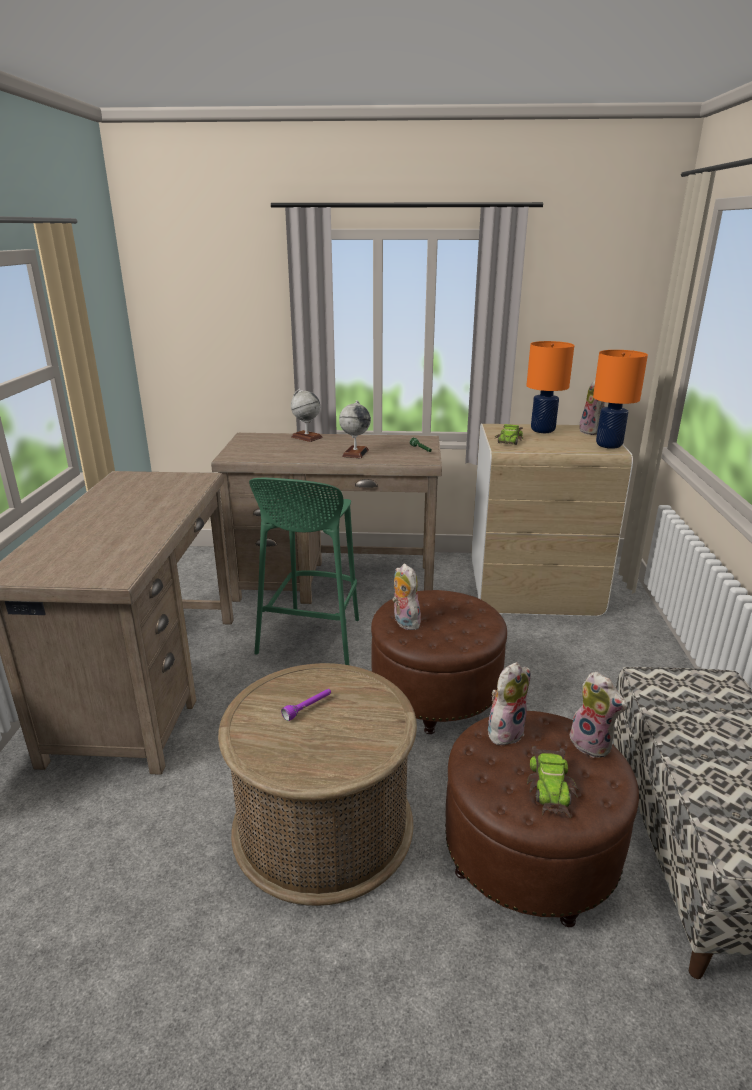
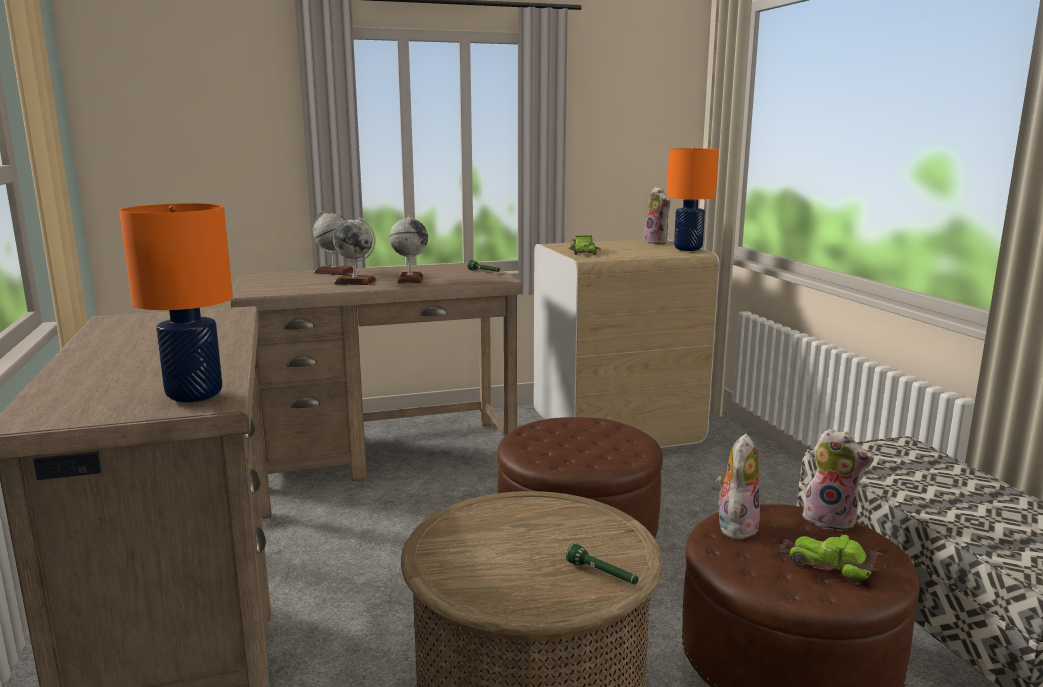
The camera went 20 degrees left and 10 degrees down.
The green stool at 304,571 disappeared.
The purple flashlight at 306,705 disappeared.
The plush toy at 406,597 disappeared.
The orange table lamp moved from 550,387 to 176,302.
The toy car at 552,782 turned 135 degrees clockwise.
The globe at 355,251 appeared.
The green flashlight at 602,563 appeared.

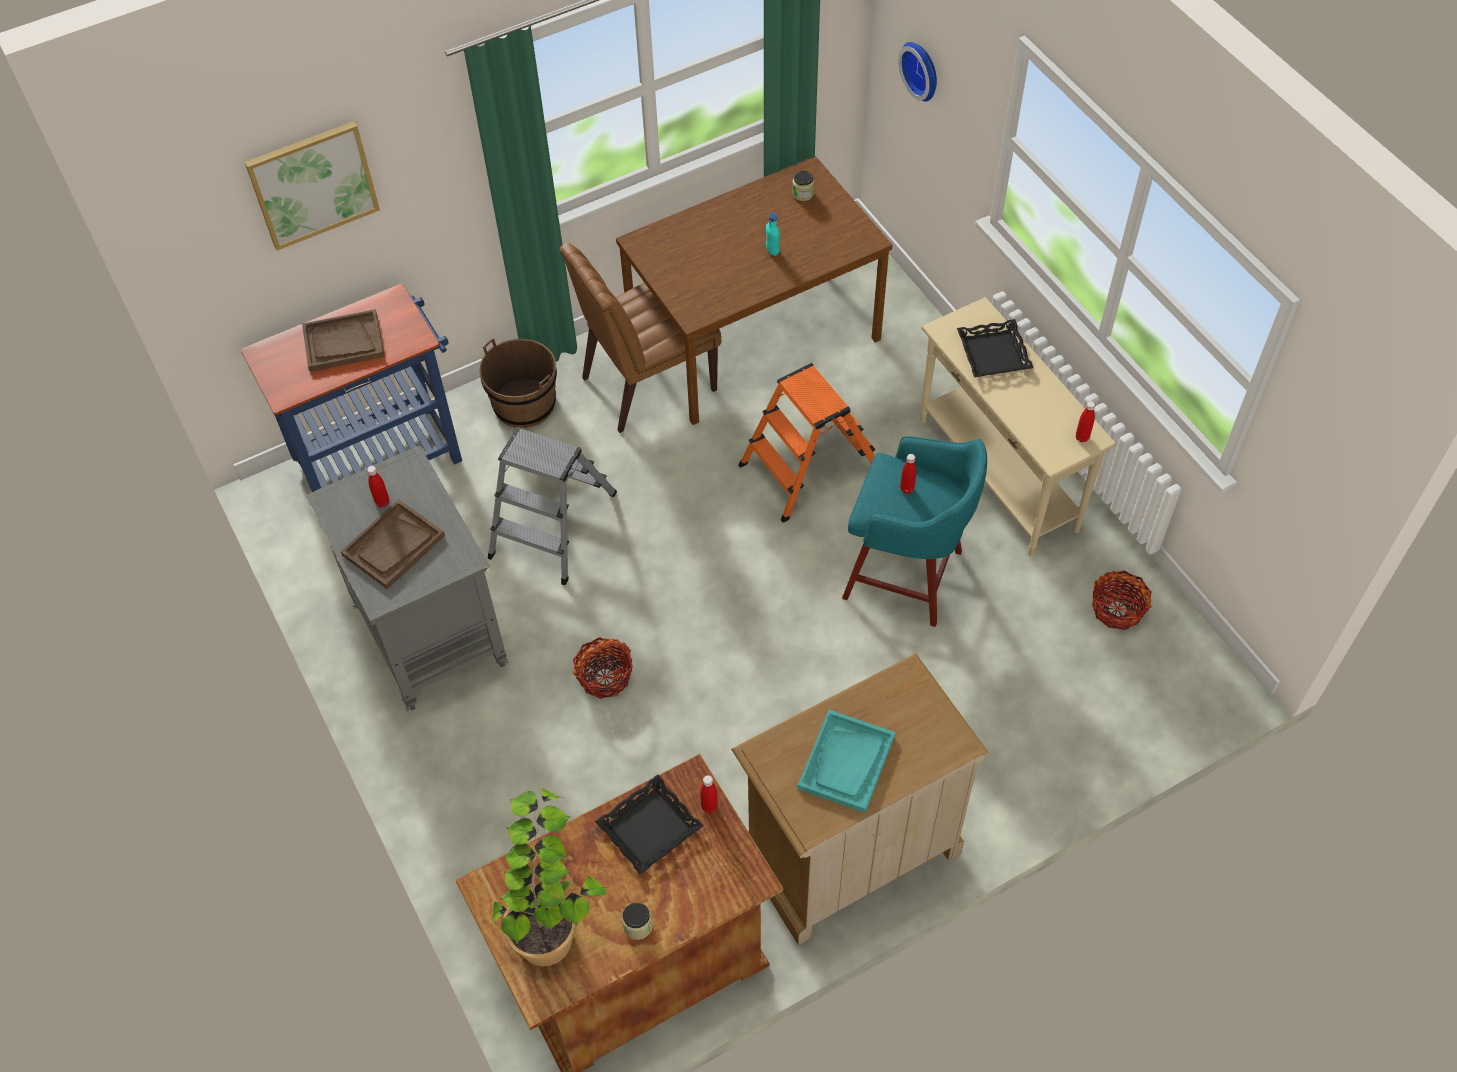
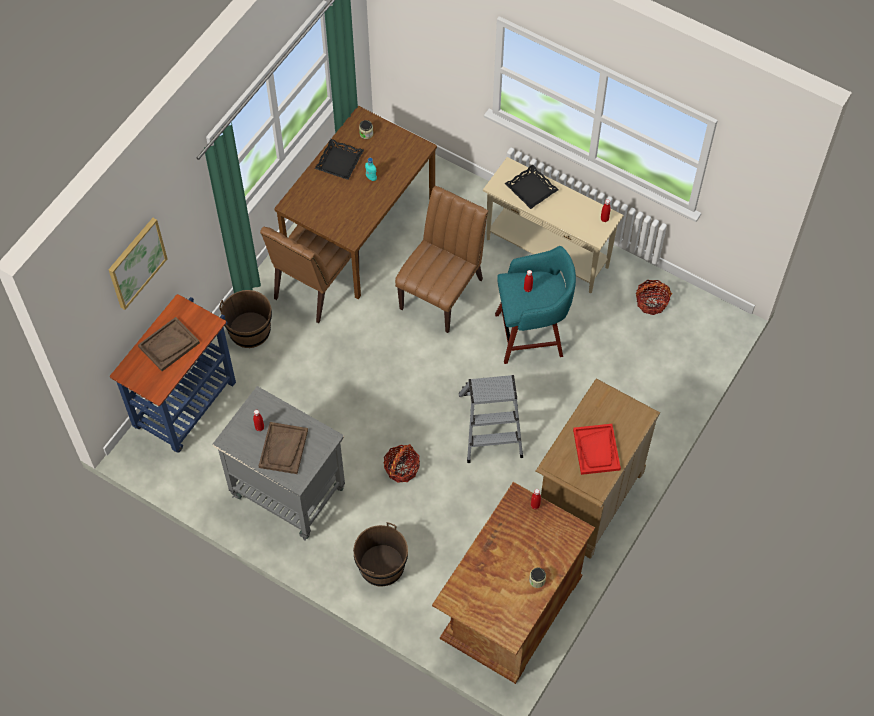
The camera went 30 degrees left and 5 degrees up.
The grey step ladder moved from 552,506 to 491,419.
The potted plant at 549,877 disappeared.
The black tray moved from 649,824 to 339,159.
The orange step ladder at 806,443 was replaced by the brown chair at 441,259.
The turquoise tray at 846,761 became the red tray at 597,449.
The wall clock at 917,72 disappeared.
The brown bucket at 380,554 appeared.

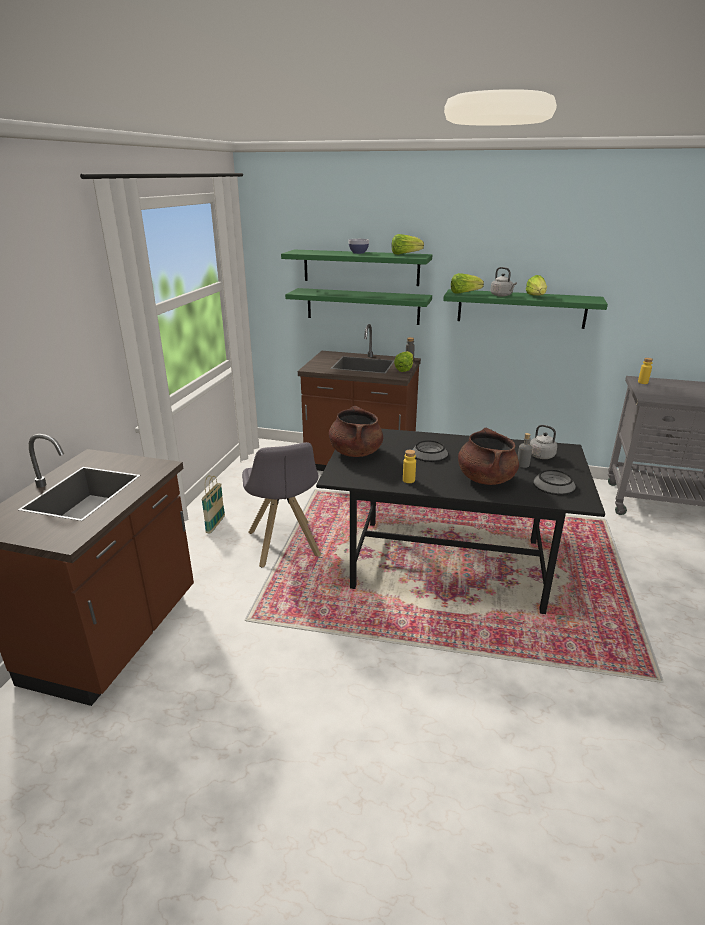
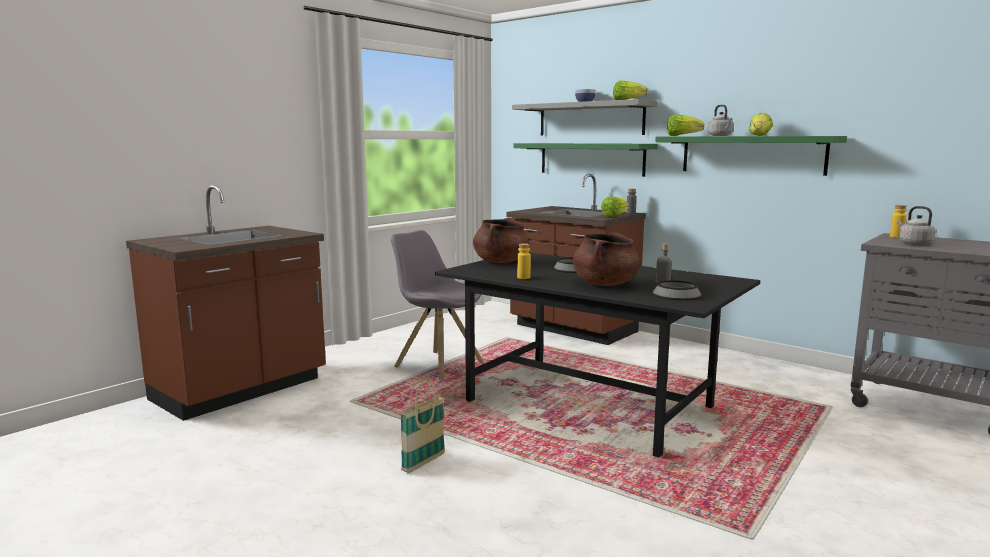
The camera went 25 degrees right and 15 degrees down.
The basket moved from 213,504 to 422,426.
The grey chair at 281,504 turned 120 degrees clockwise.
The green shelf at 356,268 became the grey shelf at 585,117.
The grey kettle moved from 543,442 to 916,225.

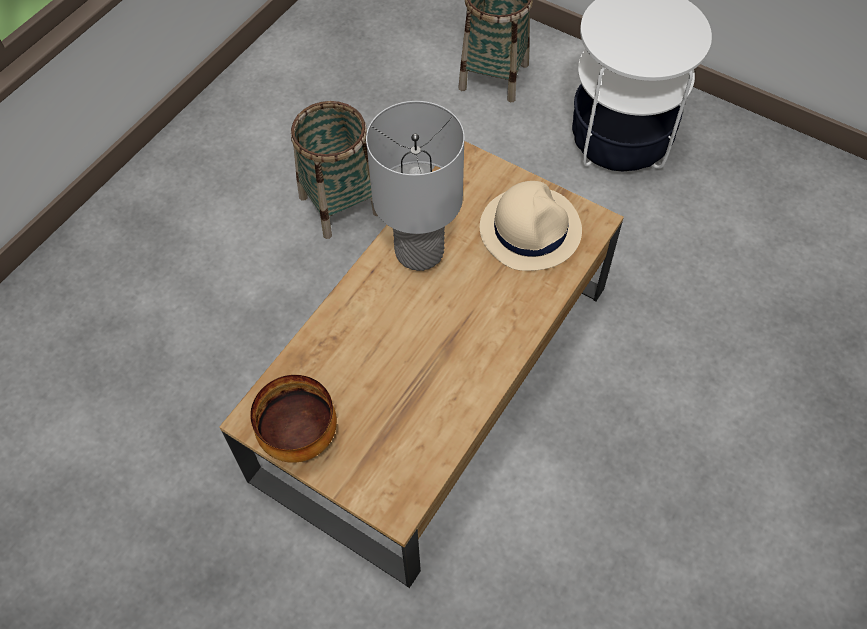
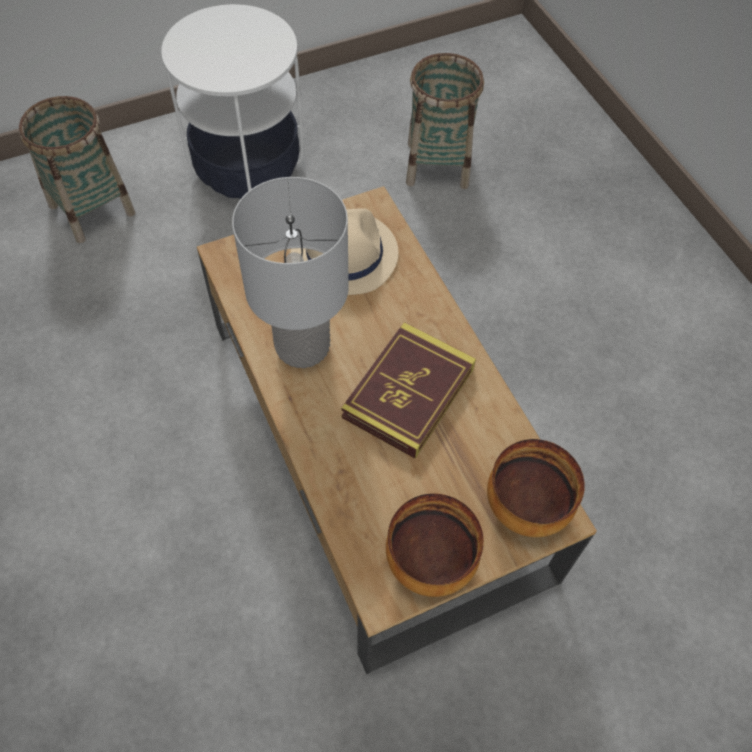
The camera went 60 degrees left and 0 degrees up.
The basket moved from 334,170 to 445,121.
The book at 408,390 appeared.
The bowl at 536,488 appeared.

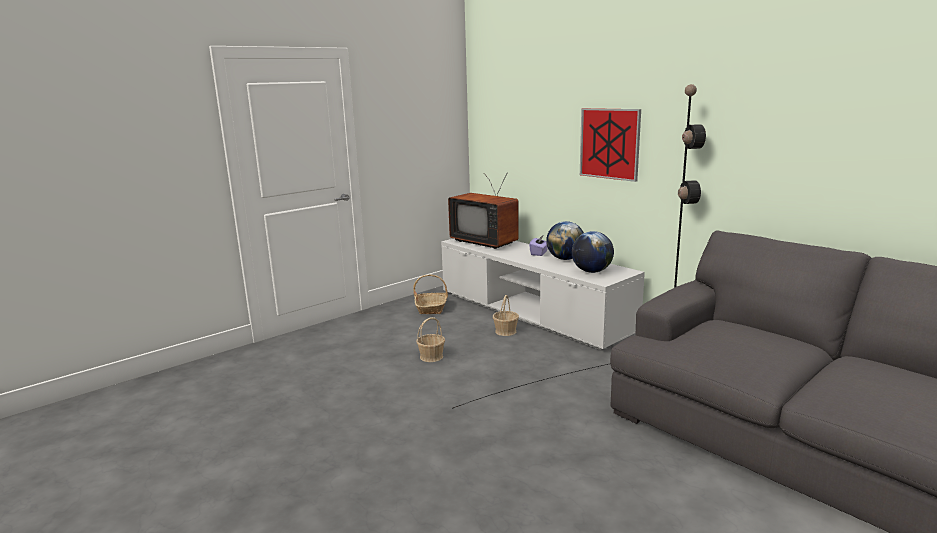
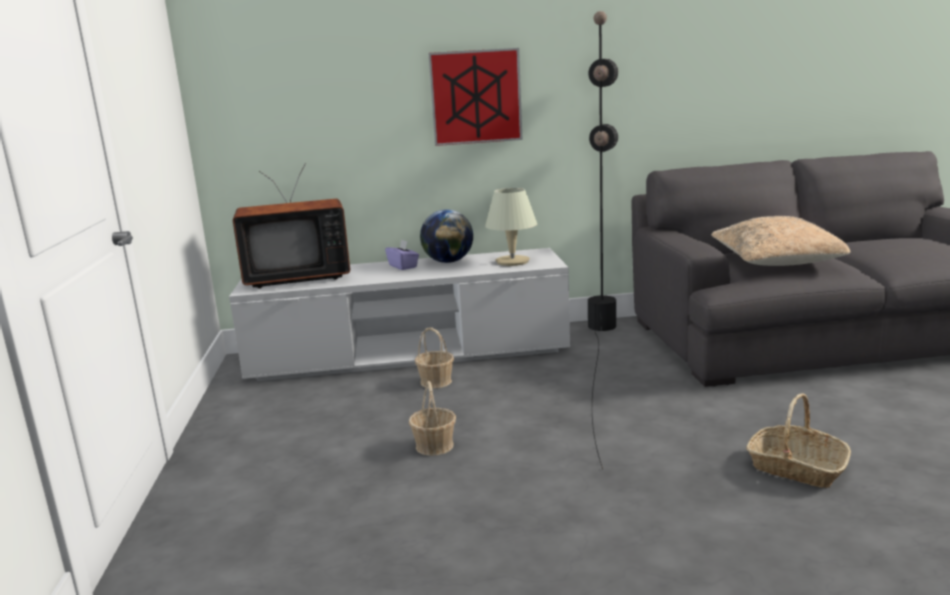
The camera went 55 degrees left and 0 degrees up.
The basket moved from 430,294 to 798,440.
The globe at 593,252 was replaced by the beige table lamp at 511,227.
The beige pillow at 781,241 appeared.

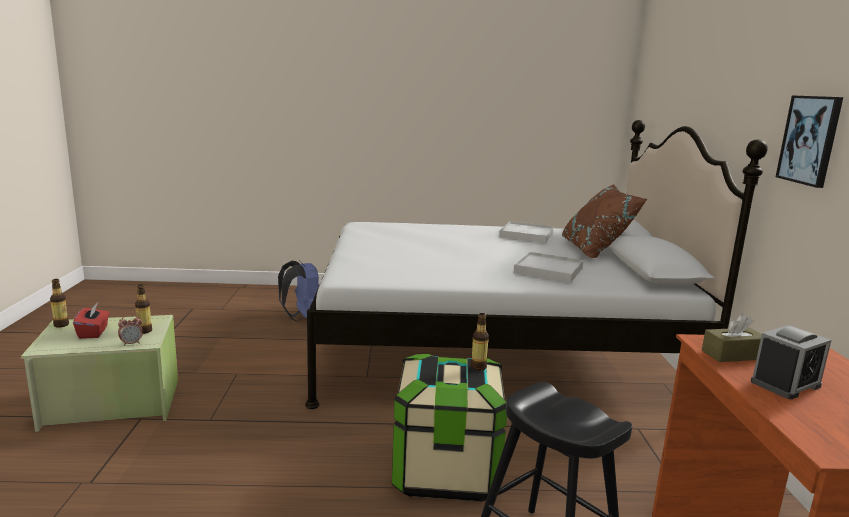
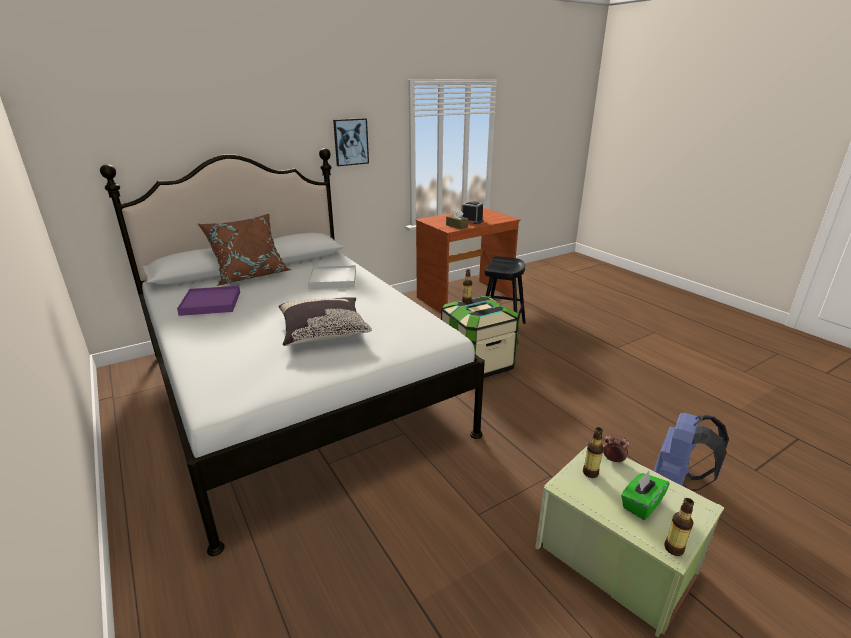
The camera went 120 degrees left and 10 degrees up.
The red tissue box at 91,321 became the green tissue box at 645,495.
The blue backpack moved from 298,291 to 691,452.
The white tray at 526,232 became the purple tray at 208,301.
The pillow at 325,321 appeared.

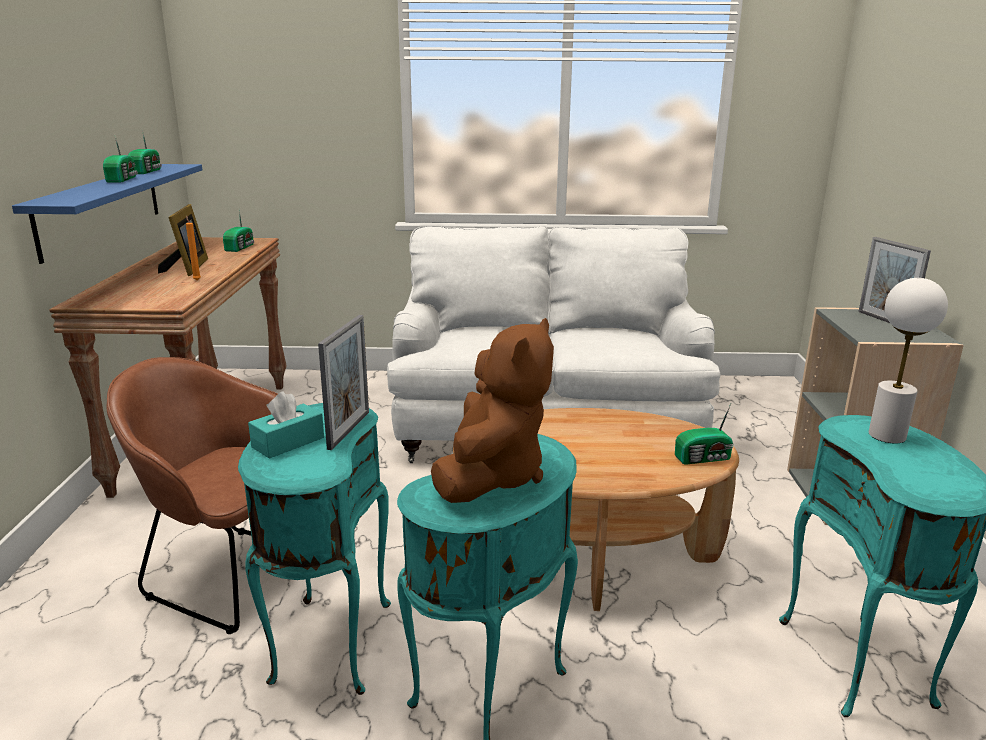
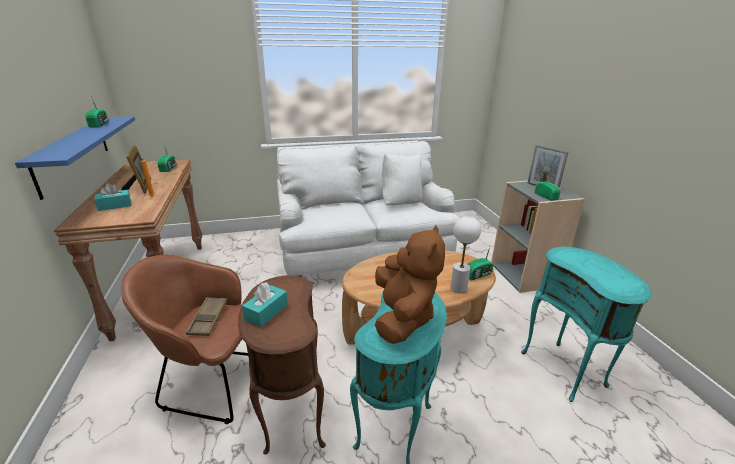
The camera went 15 degrees left and 5 degrees up.
The radio moved from 120,159 to 548,186.
The turquoise side table at 314,549 became the brown side table at 282,365.
The picture frame at 343,382 disappeared.
The white table lamp moved from 908,360 to 465,254.
The turquoise tissue box at 112,197 appeared.
The brown tray at 206,316 appeared.
The white pillow at 402,179 appeared.

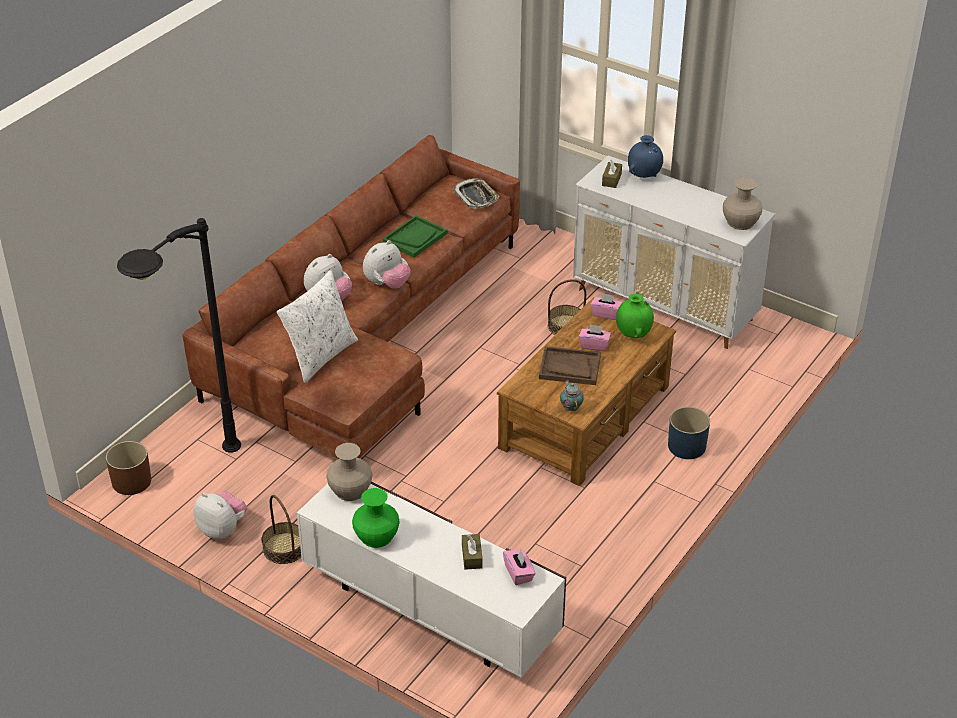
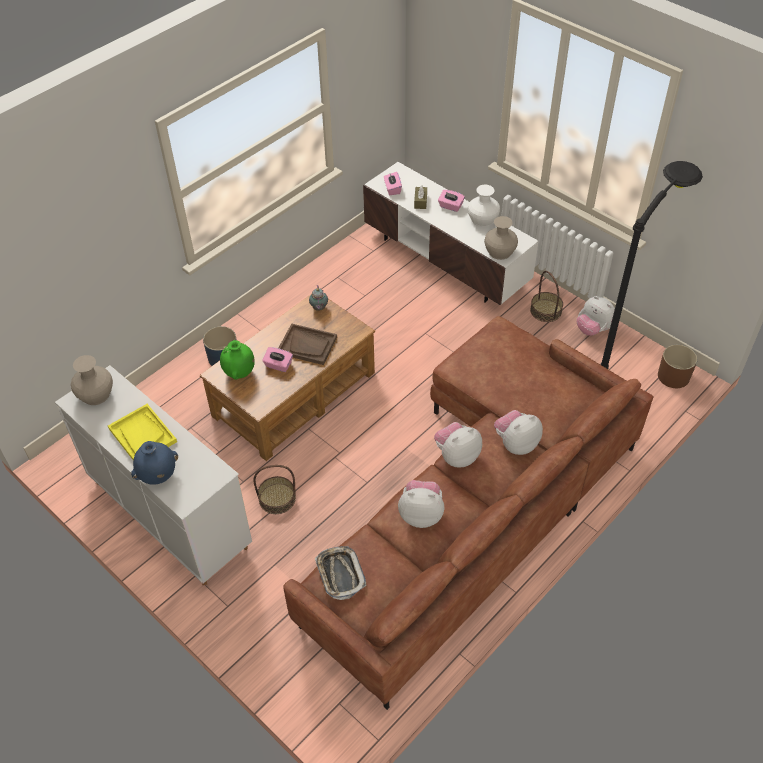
The camera went 170 degrees left and 10 degrees up.
The white pillow at 317,326 disappeared.
The green vase at 376,518 became the white vase at 484,206.
The green tray at 415,236 was replaced by the plush toy at 421,504.
The pink tissue box moved from 606,306 to 451,201.
The brown tissue box at 612,174 disappeared.
The yellow tray at 142,432 appeared.

